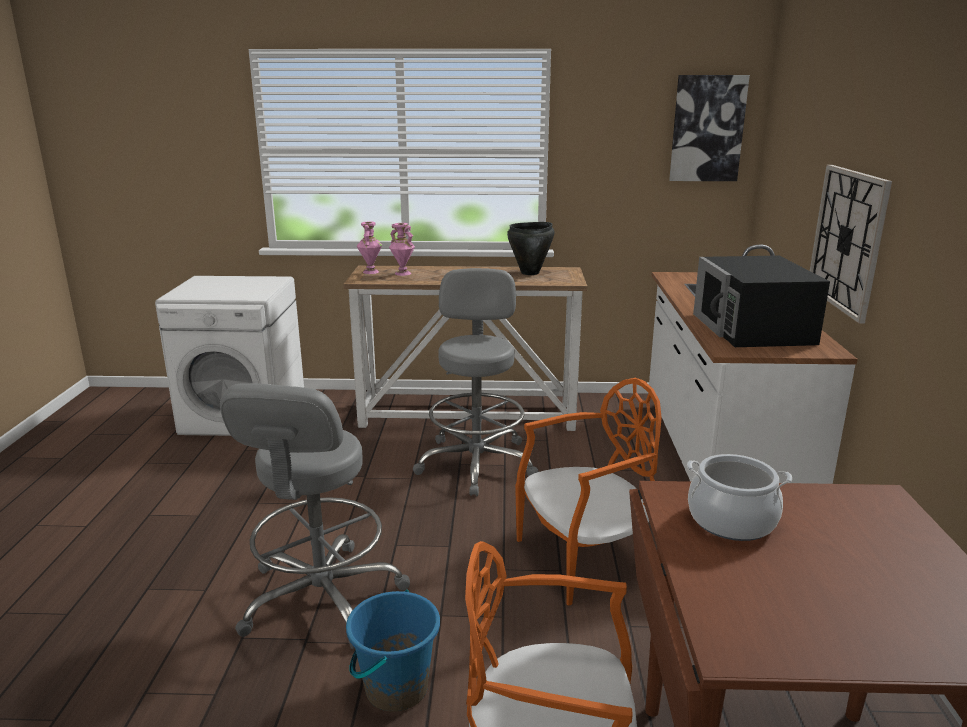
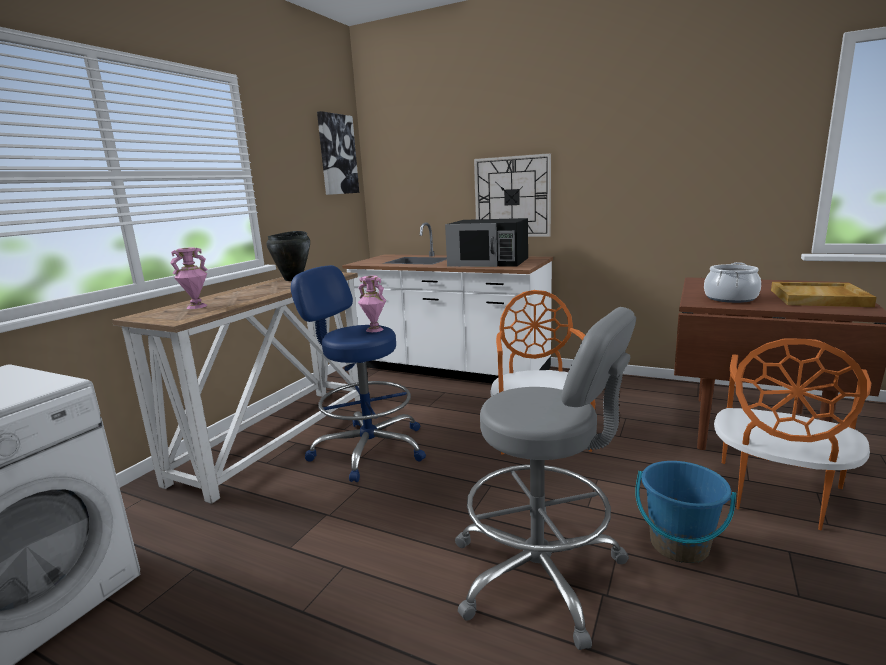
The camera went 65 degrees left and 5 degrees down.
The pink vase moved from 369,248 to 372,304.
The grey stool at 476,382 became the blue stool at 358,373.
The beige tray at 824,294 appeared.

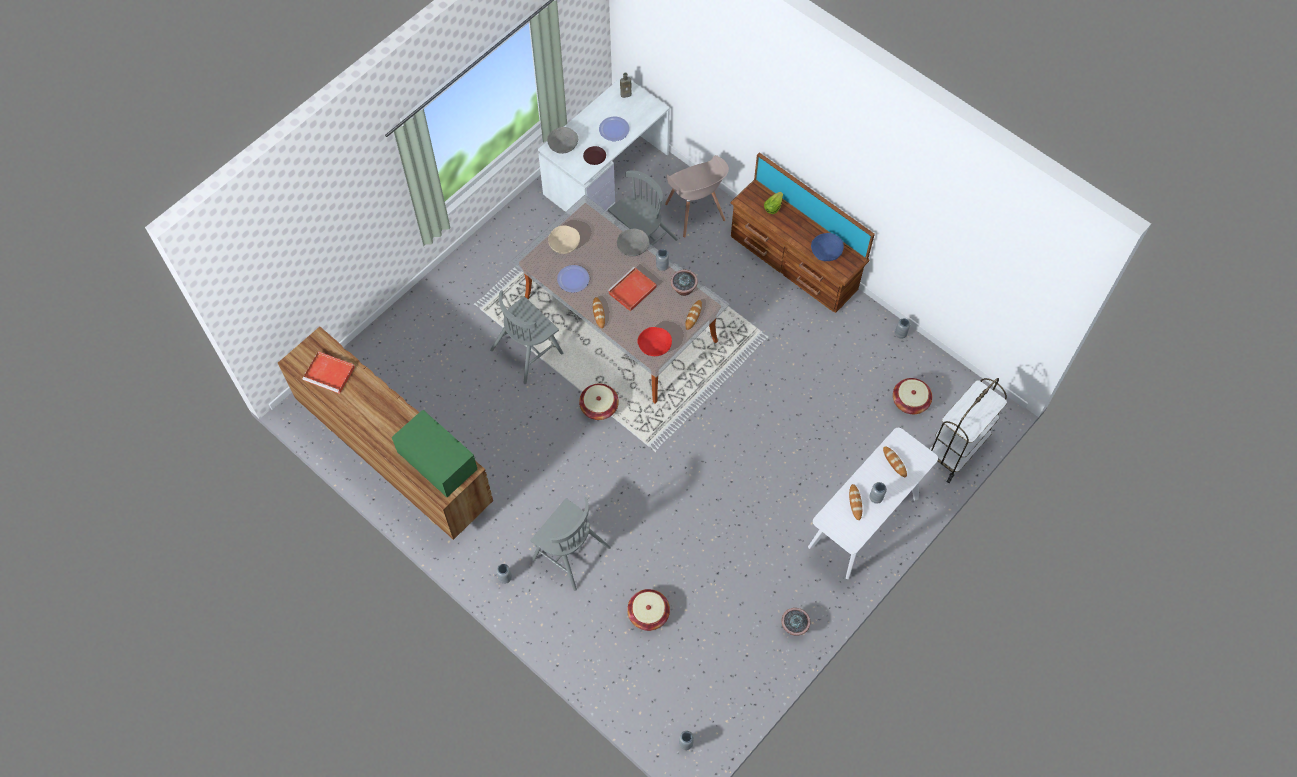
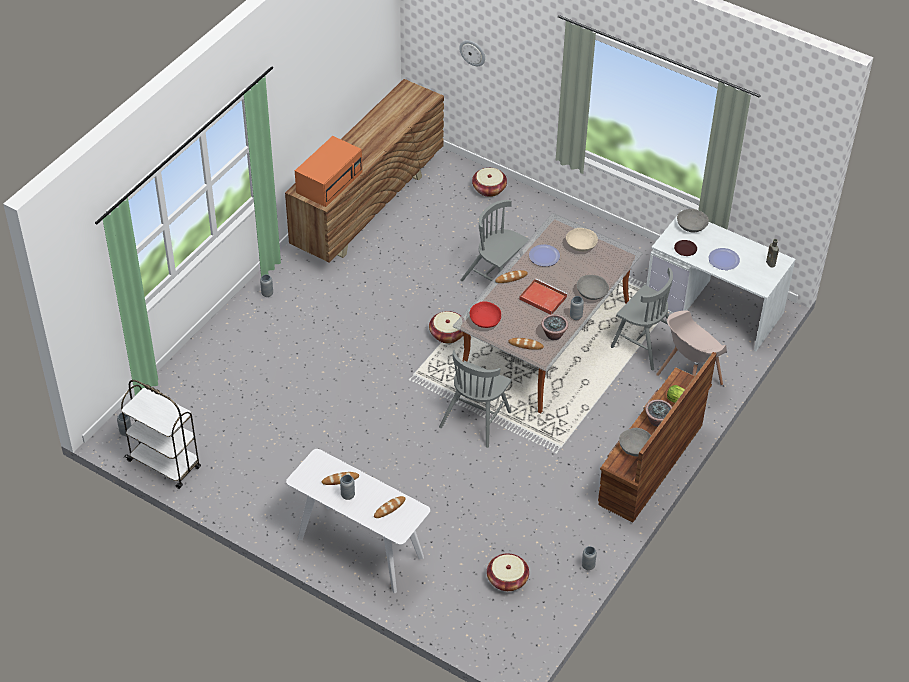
The camera went 80 degrees right and 15 degrees down.
The red tray at 329,372 disappeared.
The green microwave at 434,453 became the orange microwave at 329,171.
The grey chair moved from 570,543 to 475,399.
The basket moved from 648,610 to 489,182.
The potted plant moved from 796,622 to 658,413.
The blue bowl at 827,247 became the grey bowl at 635,442.
The white cart moved from 968,430 to 161,434.
The wall clock at 472,53 appeared.

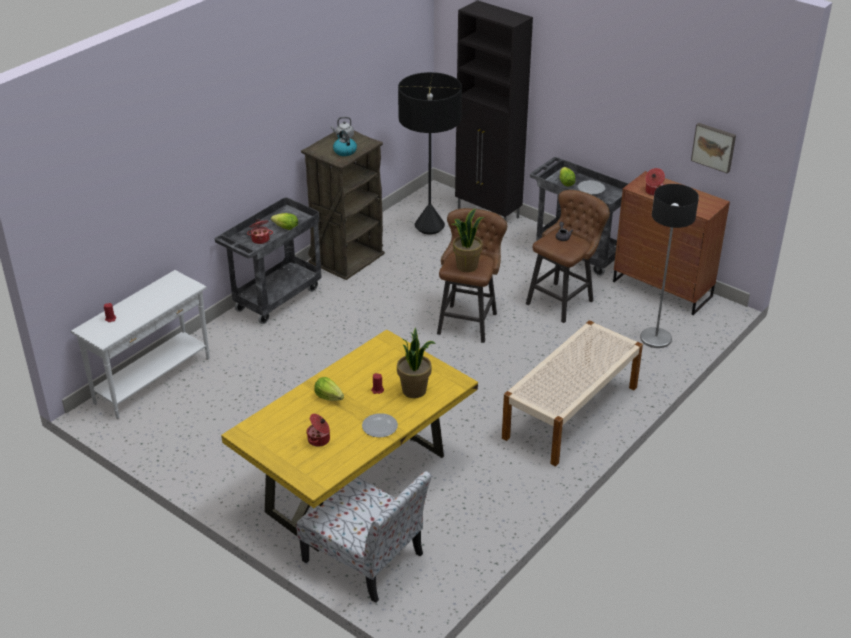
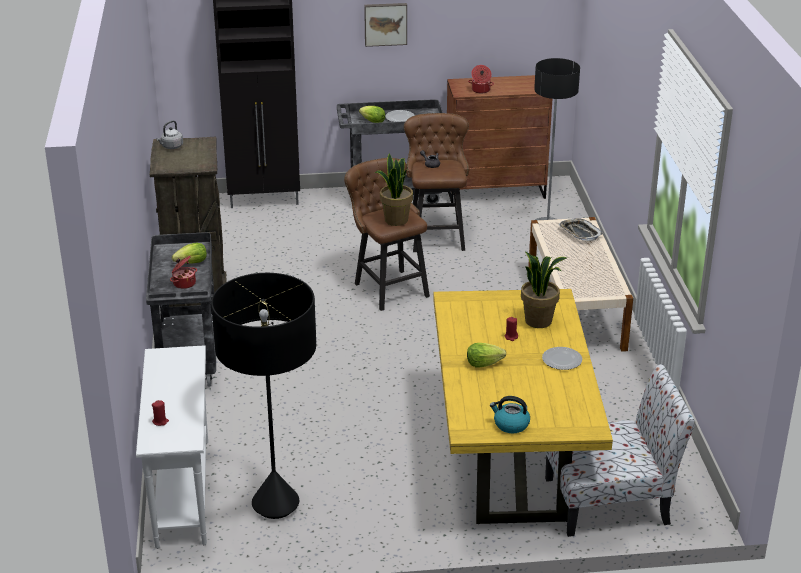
The camera went 45 degrees left and 5 degrees down.
The cooking pot at 318,430 disappeared.
The kettle moved from 345,143 to 510,414.
The black floor lamp moved from 430,153 to 263,396.
The picture moved from 713,148 to 385,25.
The tray at 580,229 appeared.

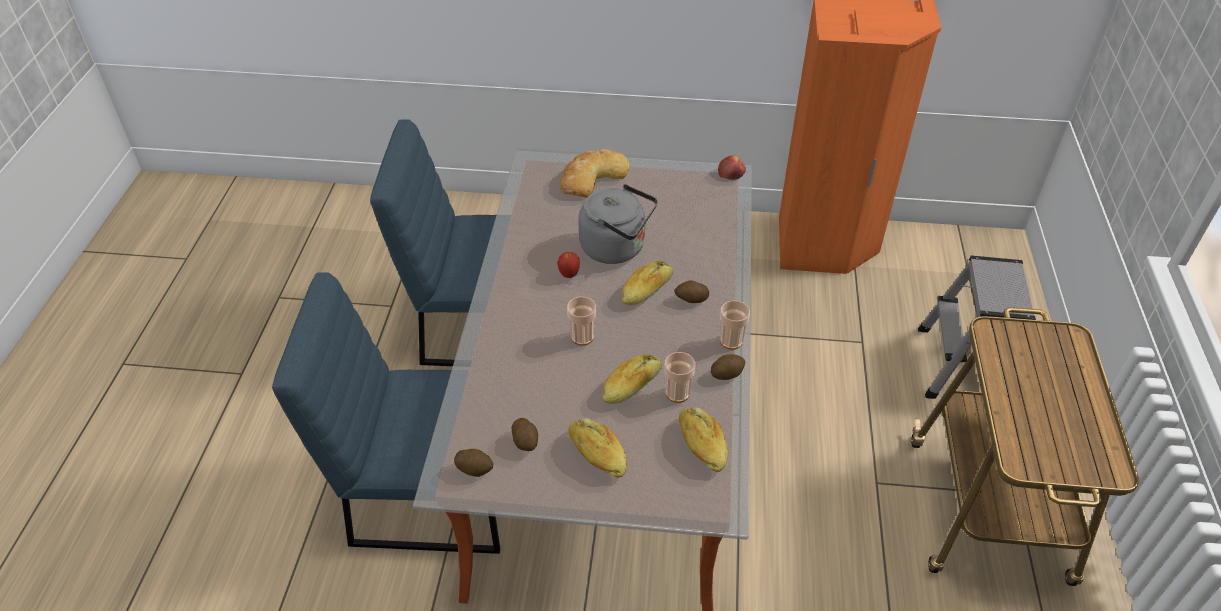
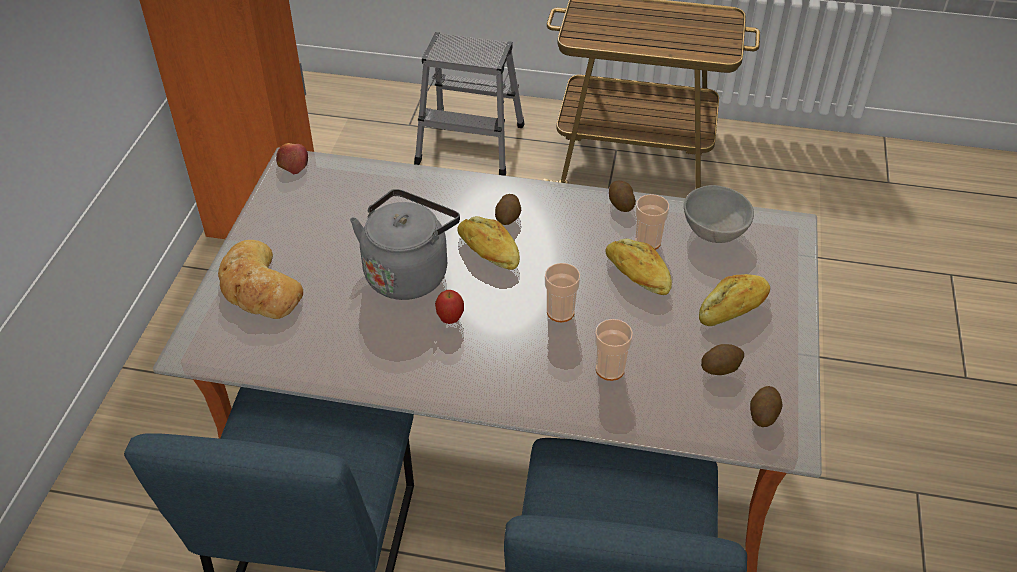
The camera went 85 degrees left and 0 degrees up.
The bread at 703,439 was replaced by the grey bowl at 719,214.
The cup moved from 735,325 to 614,350.

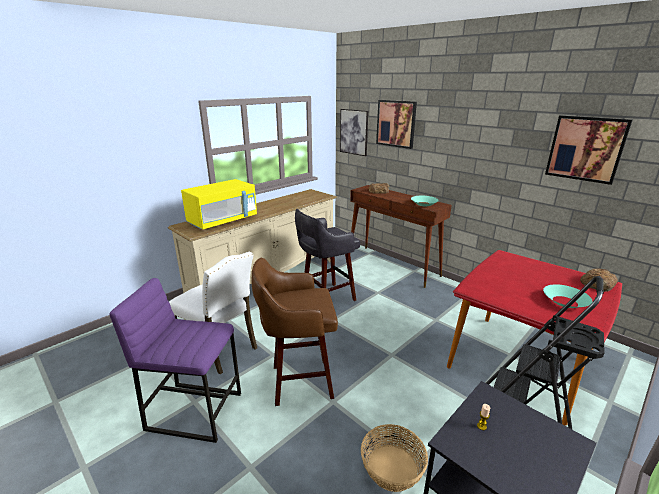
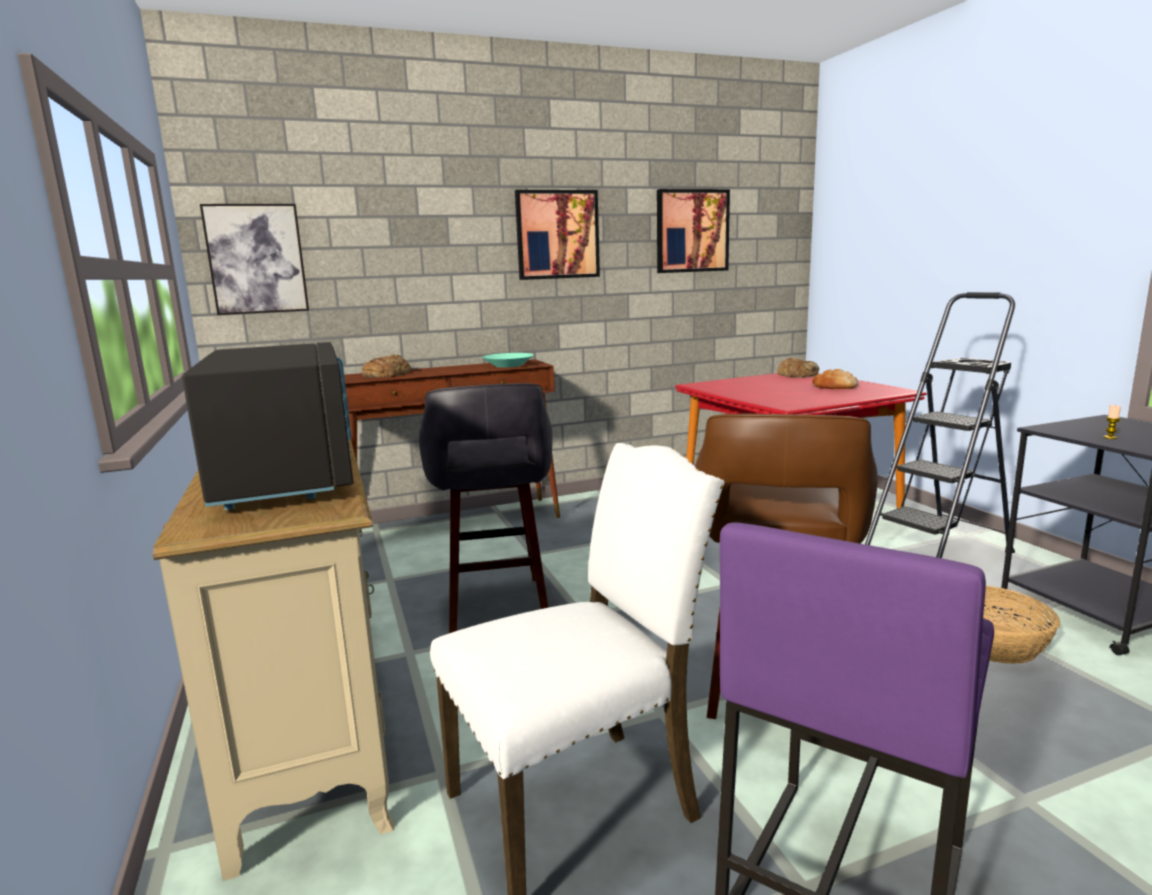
The camera went 65 degrees left and 10 degrees down.
The yellow microwave at 219,204 became the black microwave at 267,426.
The picture moved from 396,124 to 557,235.
The turquoise bowl at 568,296 was replaced by the bread at 835,379.

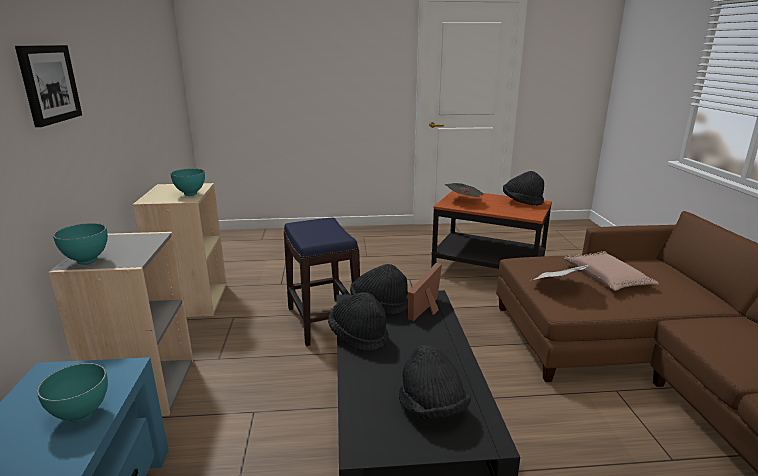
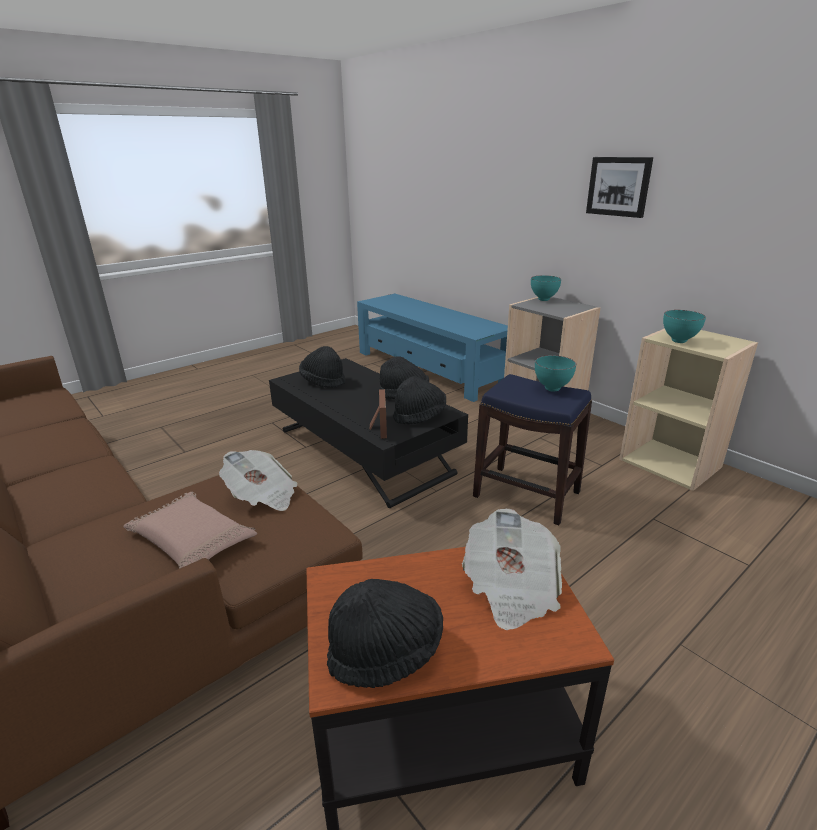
The camera went 145 degrees right and 5 degrees up.
The turquoise bowl moved from 72,393 to 555,373.

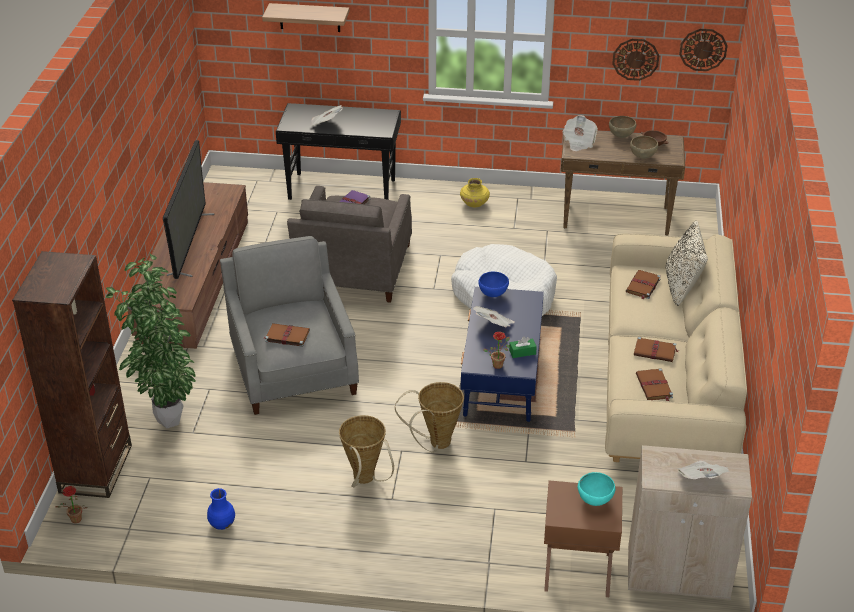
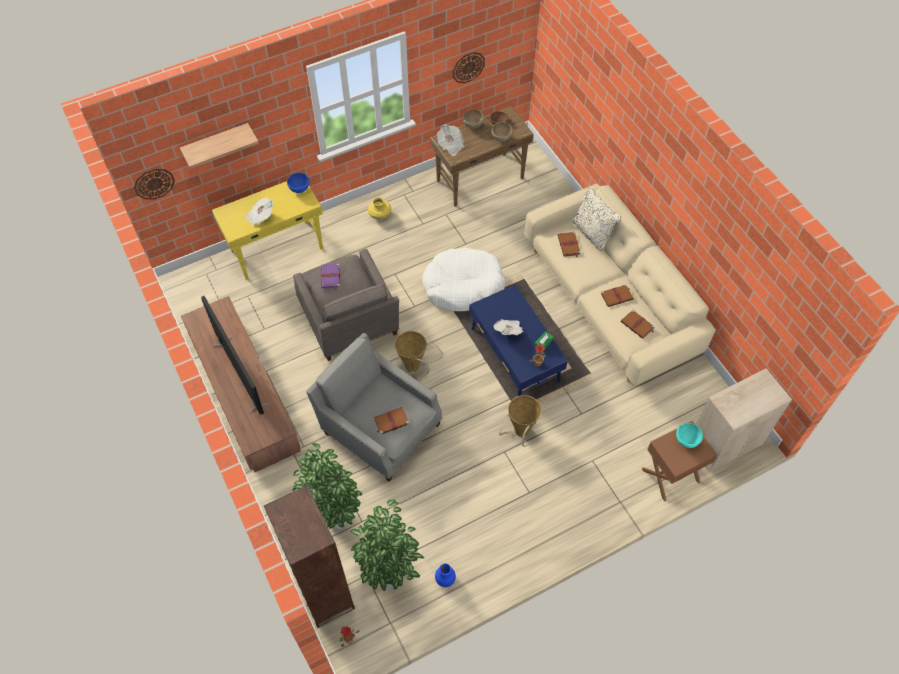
The camera went 35 degrees left and 20 degrees up.
The black console table at 338,151 became the yellow console table at 267,230.
The basket moved from 366,451 to 419,355.
The blue bowl moved from 493,284 to 298,183.
The newspaper at 703,469 disappeared.
The wall clock moved from 703,50 to 154,184.
The potted plant at 387,545 appeared.

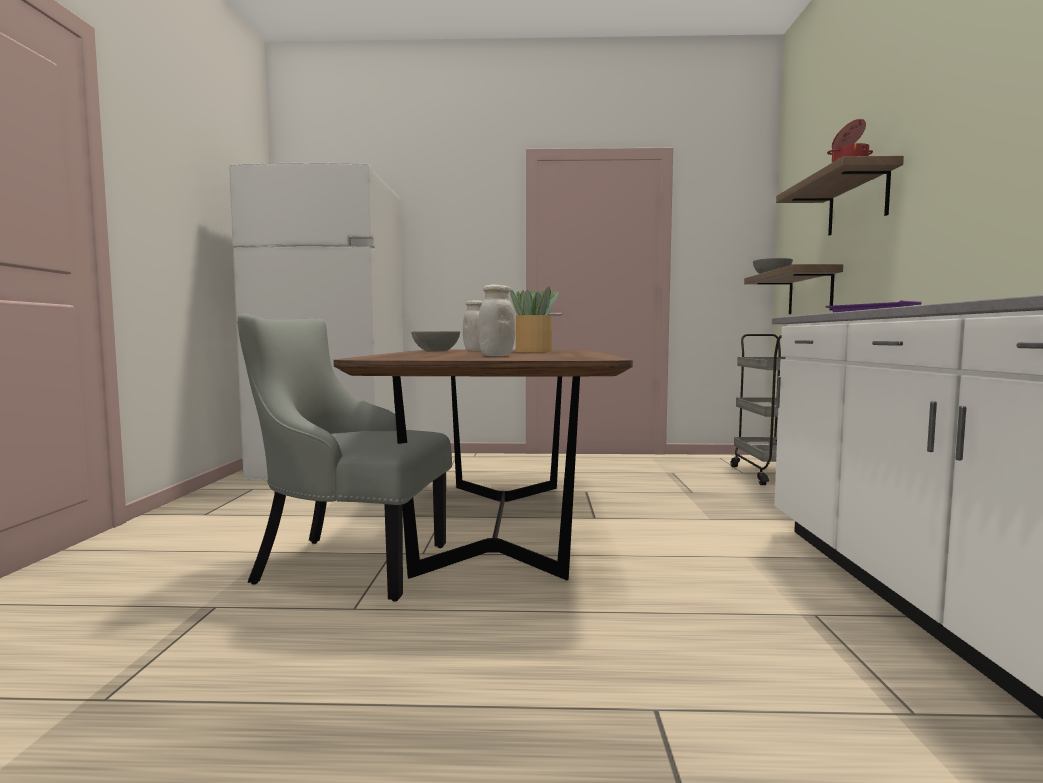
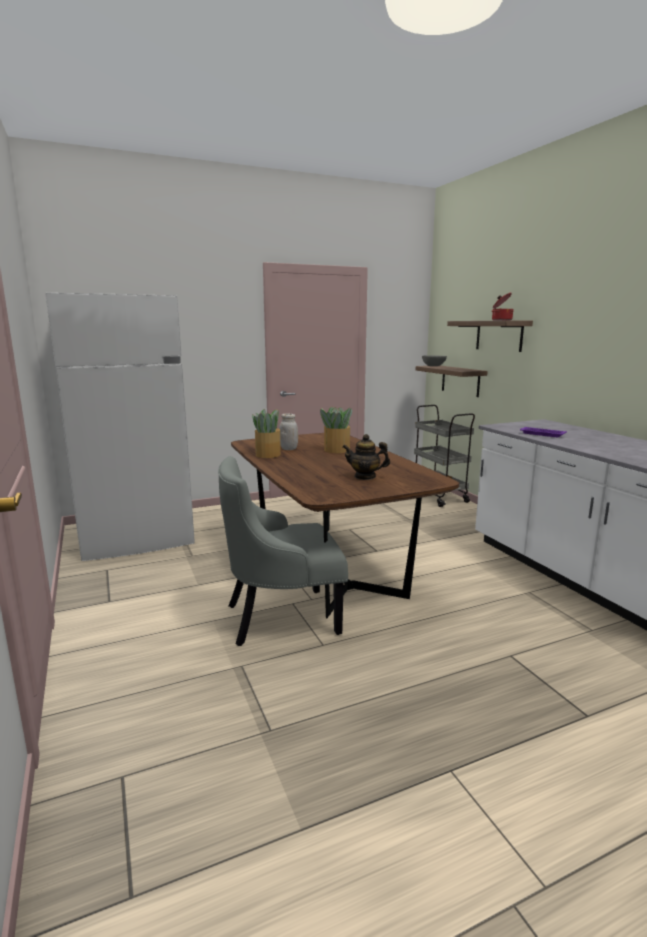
The camera went 25 degrees left and 10 degrees up.
The grey bowl at 435,341 was replaced by the potted plant at 266,433.
The white jar at 496,320 was replaced by the teapot at 366,457.

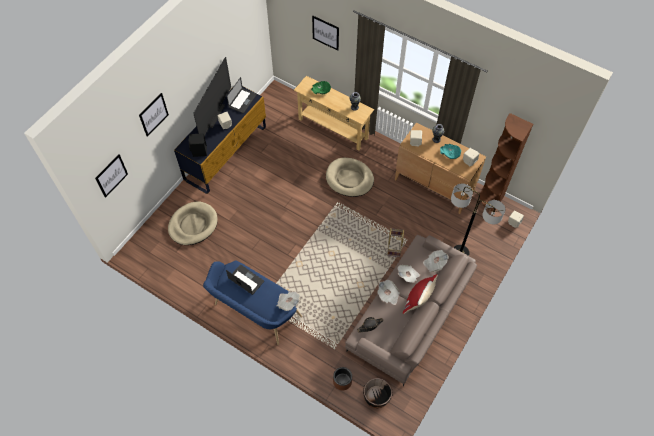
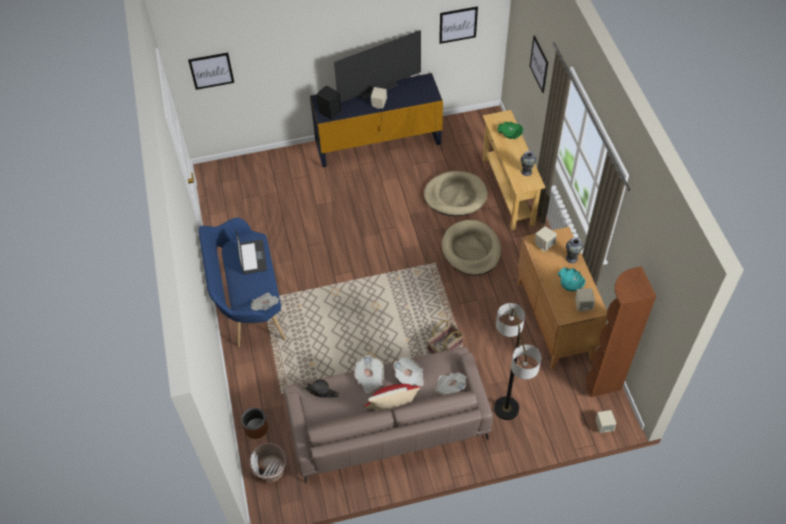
The camera went 45 degrees right and 5 degrees down.
The picture moved from 154,115 to 458,25.
The beige dog bed moved from 193,223 to 456,193.
The laptop at 242,95 disappeared.
The black planter at 378,393 became the white planter at 267,463.

